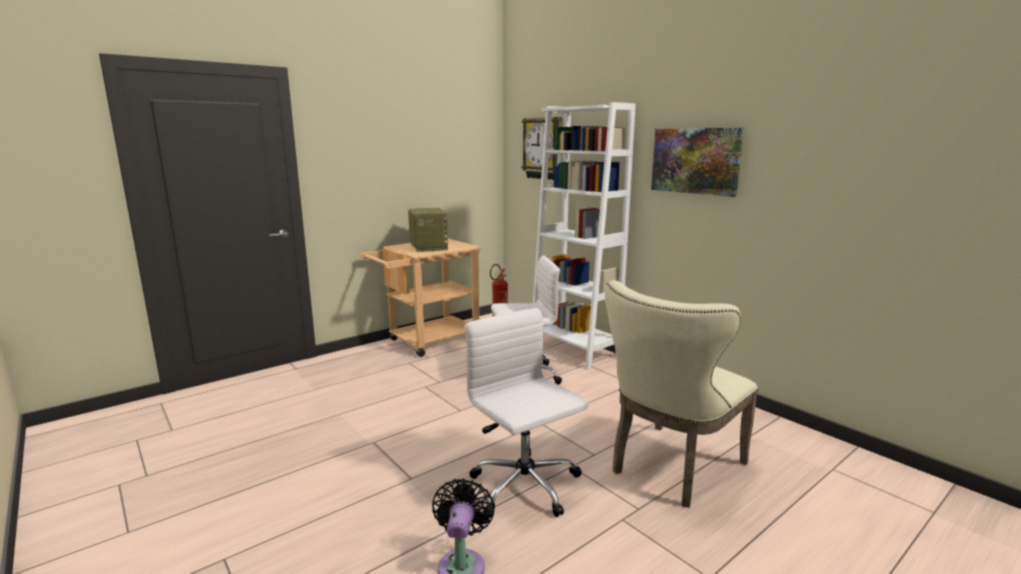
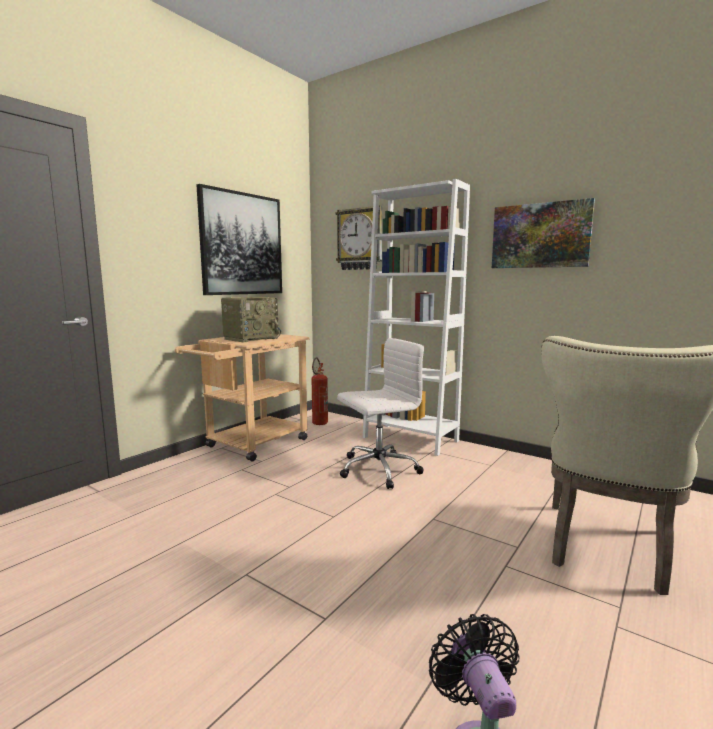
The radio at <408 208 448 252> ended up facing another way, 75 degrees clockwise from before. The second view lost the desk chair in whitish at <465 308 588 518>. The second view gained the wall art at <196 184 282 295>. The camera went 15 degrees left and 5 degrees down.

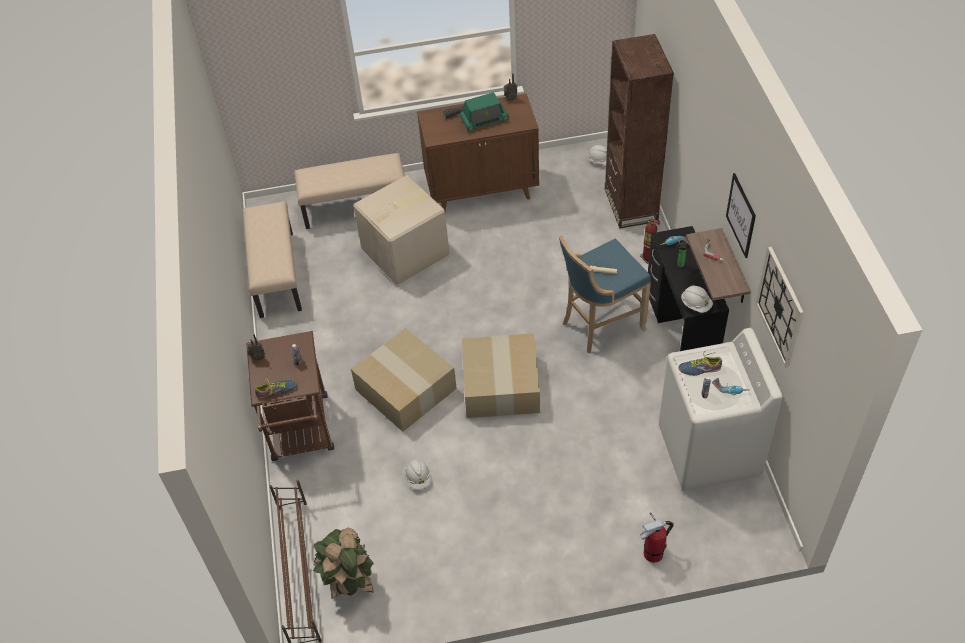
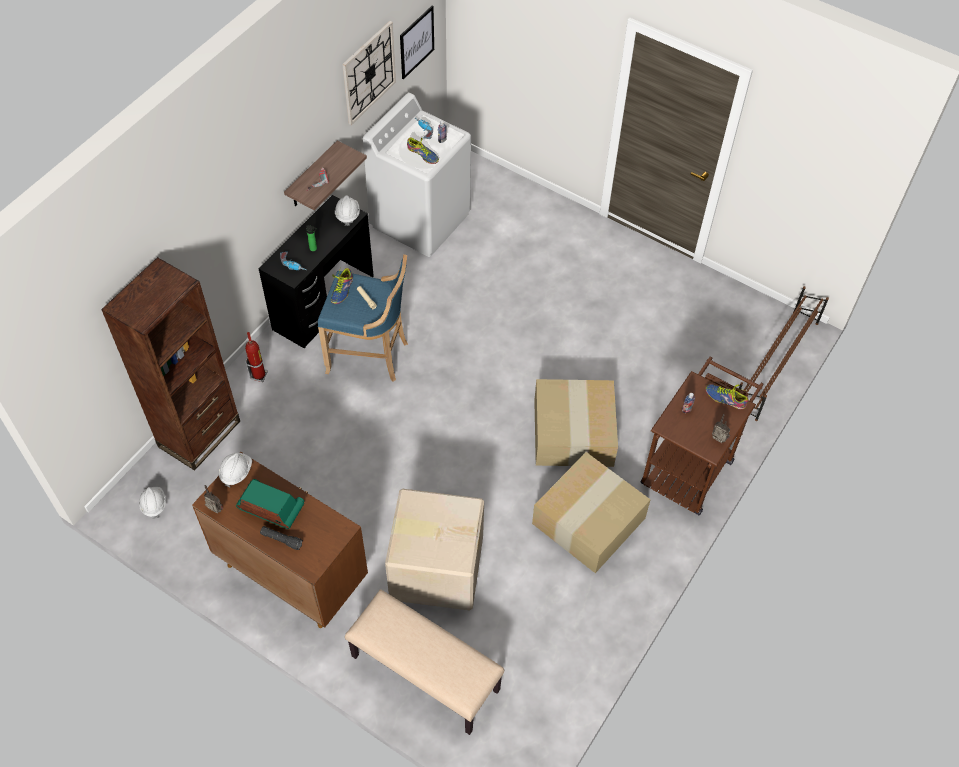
The second view lost the long seat in sand-coloured at <243 201 302 318>. The second view lost the plant in a pot at <313 528 374 599>. The hard hat in whitish ended up elsewhere, having gone from <405 459 431 489> to <219 452 252 487>. The packing box ended up elsewhere, having gone from <462 333 540 418> to <532 452 651 573>. The second view lost the extinguisher at <640 512 674 563>. The wall art ended up elsewhere, having gone from <726 173 756 258> to <400 6 434 80>. The second view gained the low shoe at <331 268 353 304>. The camera went 140 degrees left and 5 degrees up.

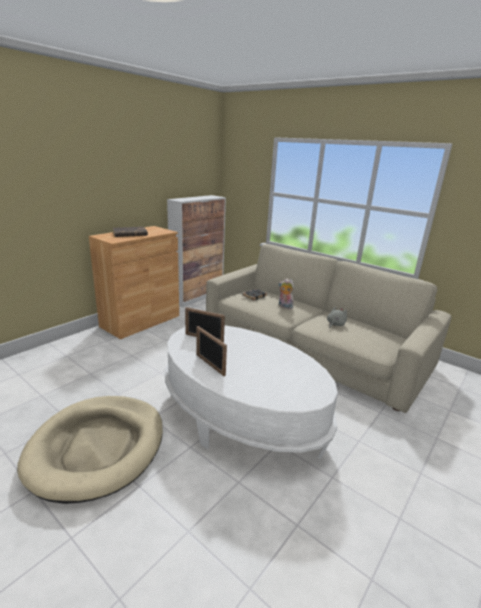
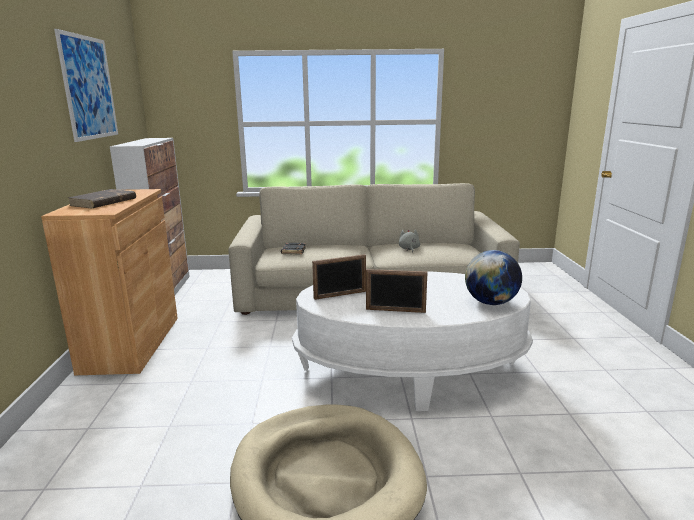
The second view lost the soft toy at <278 278 294 309>. The second view gained the wall art at <54 29 118 142>. The second view gained the desk globe at <465 250 522 305>. The camera went 40 degrees left and 5 degrees down.

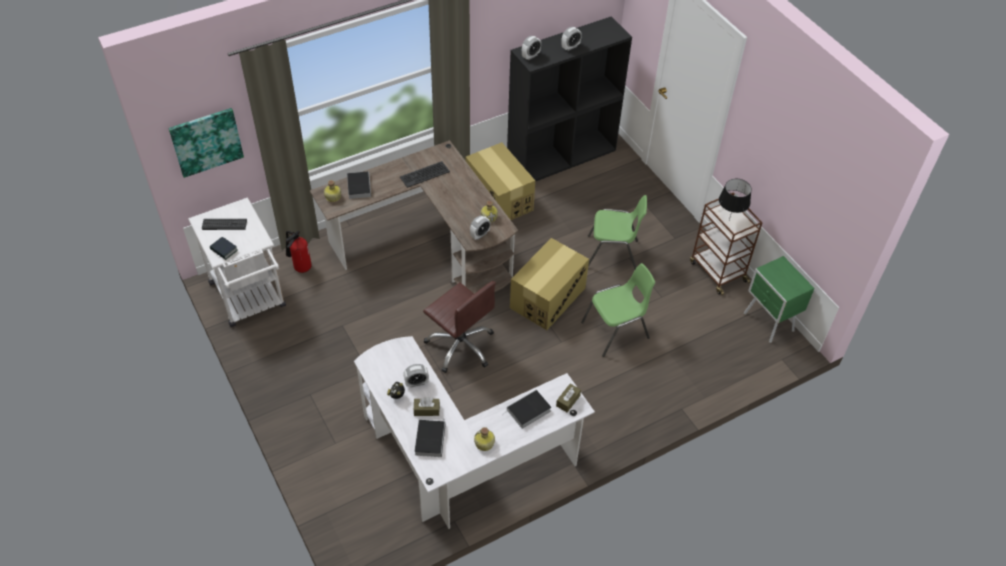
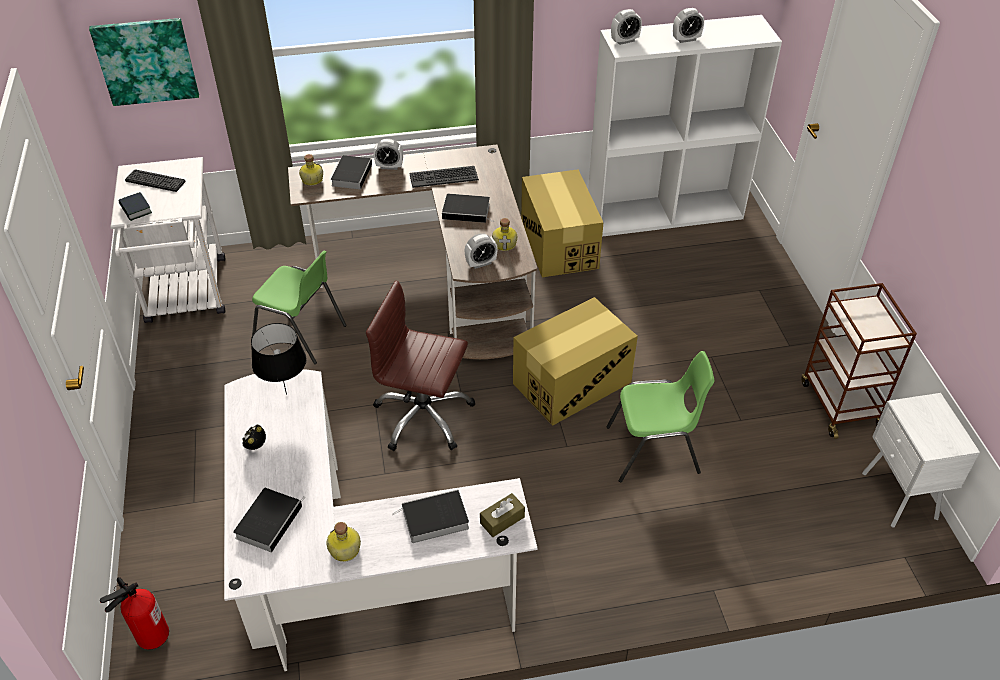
The extinguisher ended up elsewhere, having gone from <286 231 312 273> to <100 577 169 650>. The table clock ended up elsewhere, having gone from <403 364 429 387> to <374 138 403 170>. The second view lost the tissue holder in brownish at <414 397 440 416>. The desk chair in brownish at <423 281 496 373> ended up facing another way, 135 degrees clockwise from before. What was the bookcase in black at <507 16 632 182> turned into the bookcase in whitish at <588 15 782 237>. The plain chair in greenish ended up elsewhere, having gone from <588 195 647 269> to <252 250 347 364>. The table lamp in black ended up elsewhere, having gone from <719 179 751 220> to <251 323 307 395>. What was the bedside table in greenish at <744 256 815 343> turned into the bedside table in whitish at <862 393 980 527>. The second view gained the book at <442 194 493 223>. The camera went 20 degrees right and 5 degrees down.

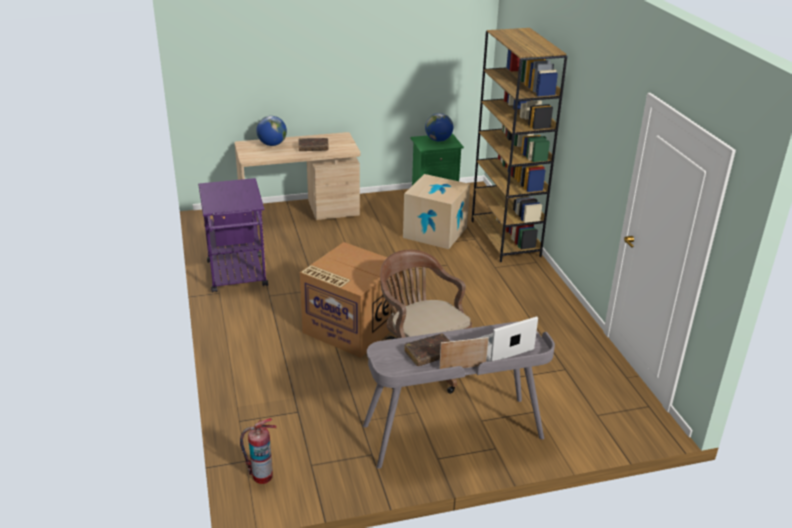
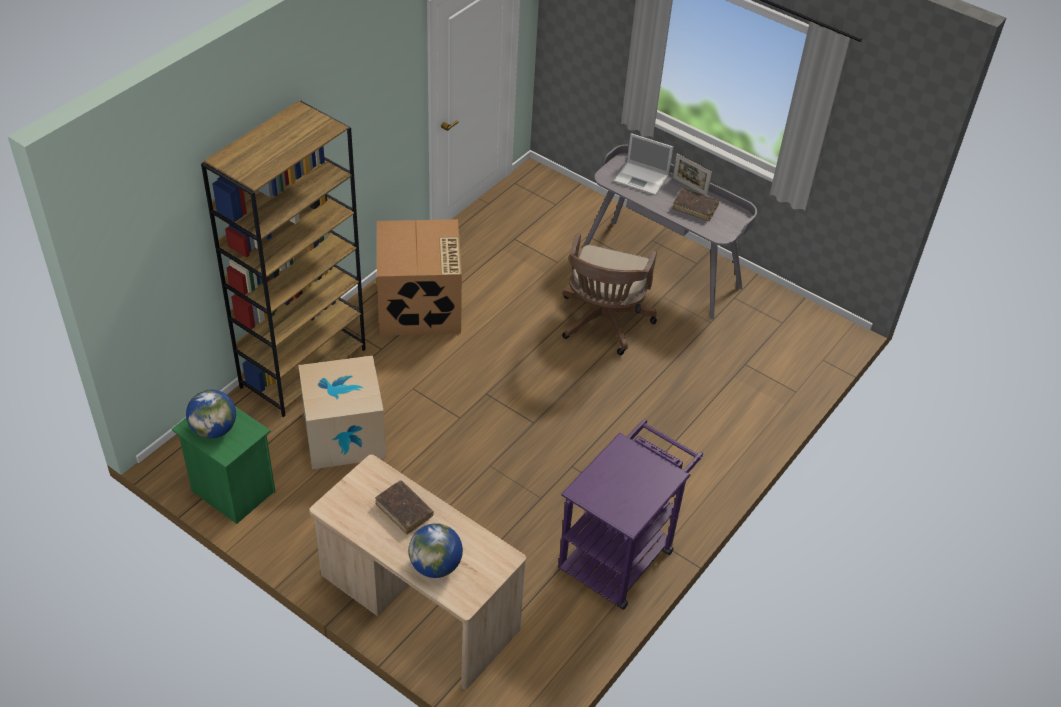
The second view lost the extinguisher at <240 418 277 484>. The packing box ended up elsewhere, having gone from <300 242 403 358> to <377 219 462 336>. The camera went 130 degrees left and 15 degrees up.

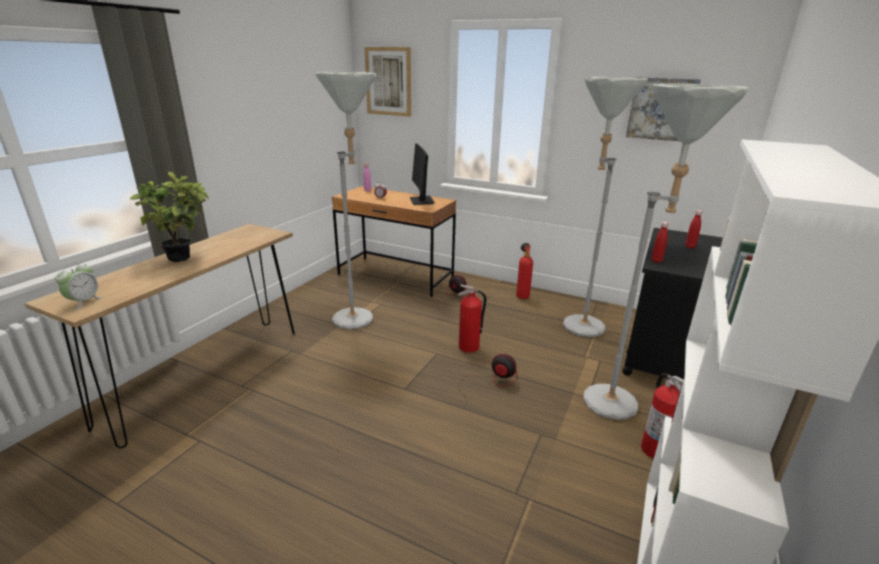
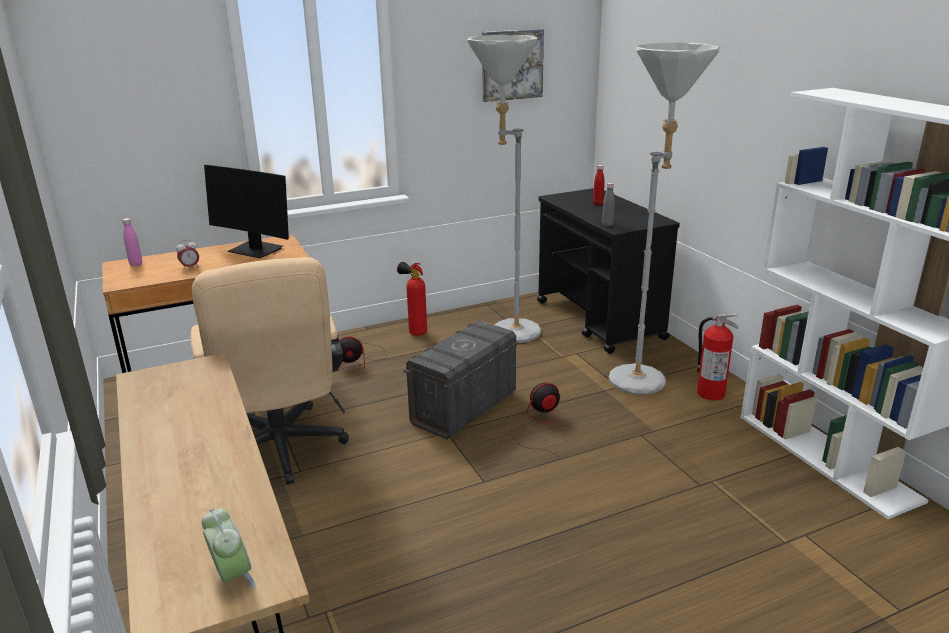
The second view lost the plant in a pot at <130 172 209 262>. Where the floor lamp in greyish stood at <316 72 376 329>, the desk chair in sand-coloured came to stand at <190 257 349 485>. The second view lost the wall art at <364 47 411 117>. Where the extinguisher stood at <458 284 486 353>, the storage container in greyish came to stand at <404 321 519 440>. What was the drink bottle in red at <651 222 669 263> turned into the drink bottle in greyish at <602 183 615 226>. The camera went 50 degrees left and 0 degrees up.

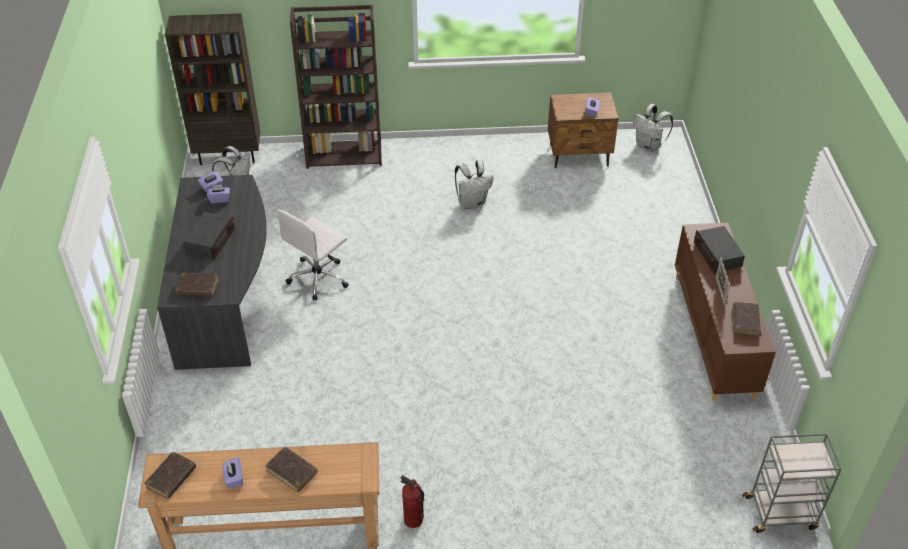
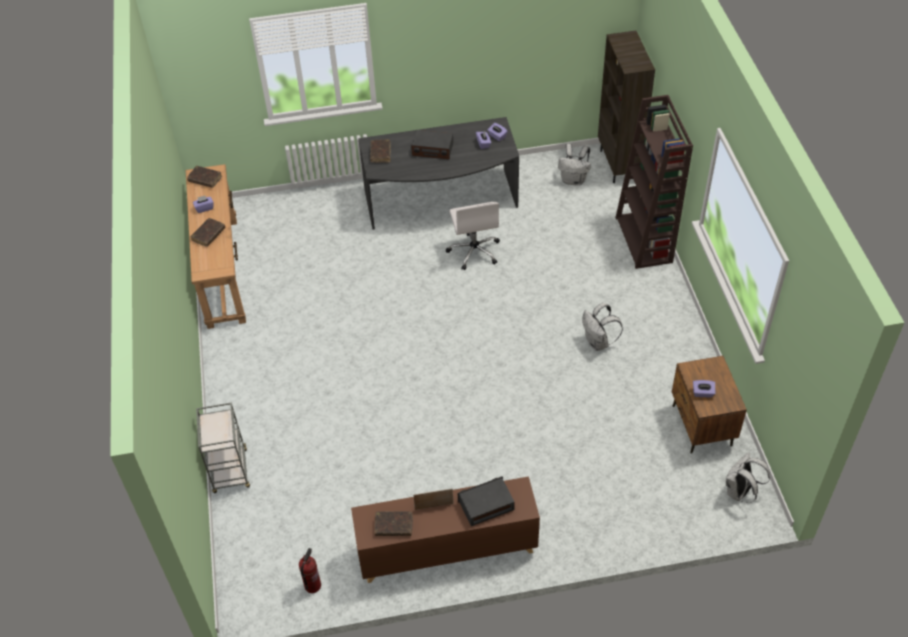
The desk chair in whitish at <276 209 349 301> ended up facing another way, 135 degrees counterclockwise from before. The extinguisher ended up elsewhere, having gone from <400 475 424 528> to <299 548 321 593>. The wheeled cart in greyish ended up elsewhere, having gone from <742 433 842 533> to <196 403 250 493>. The camera went 85 degrees right and 5 degrees up.

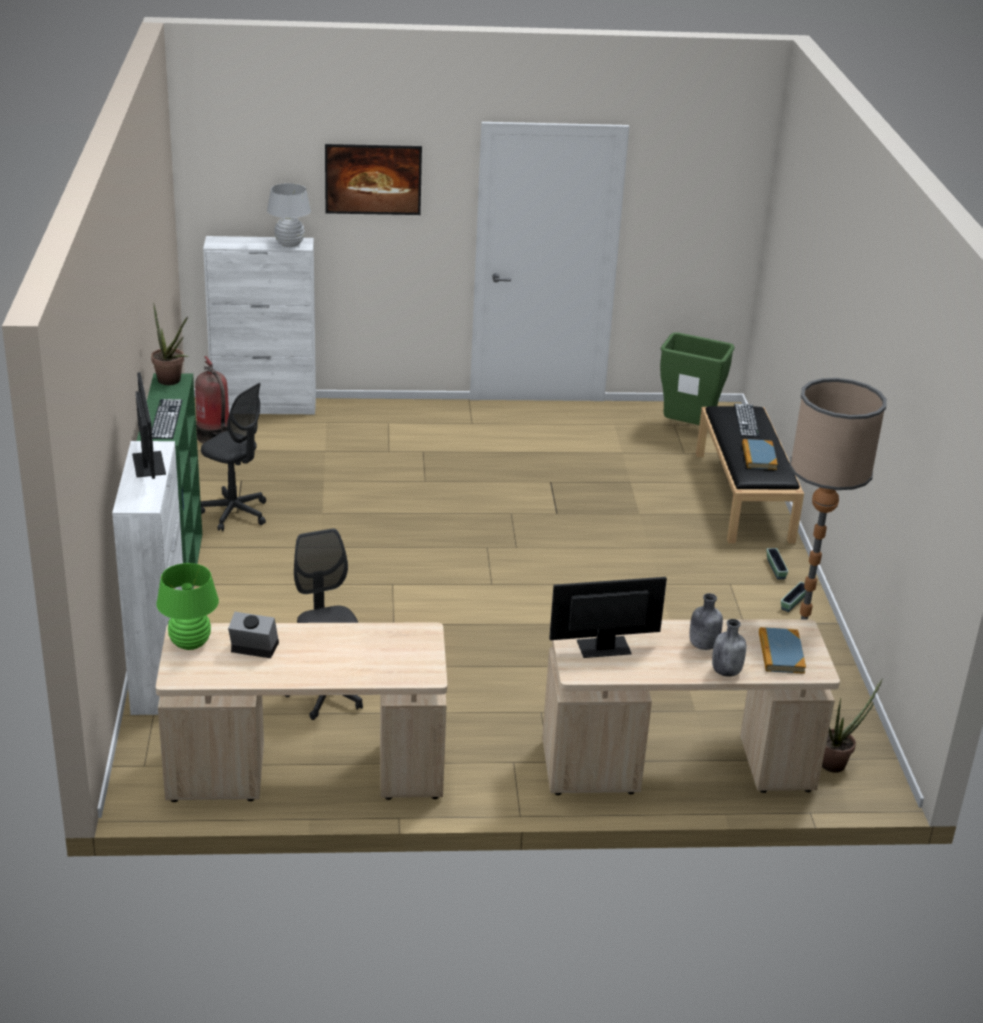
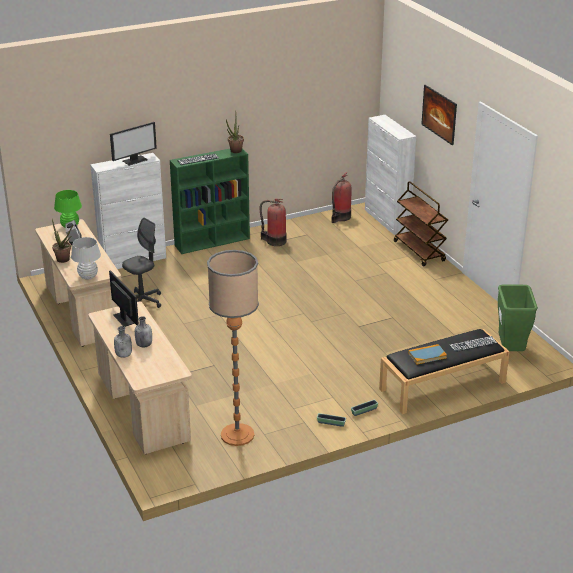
Where the desk chair in greyish stood at <201 383 266 531>, the extinguisher came to stand at <260 199 286 246>. The table lamp in whitish ended up elsewhere, having gone from <267 183 311 247> to <71 237 101 280>. The second view lost the book at <759 627 806 674>. The plant in a pot ended up elsewhere, having gone from <822 678 883 773> to <52 219 74 263>. The second view gained the wheeled cart in brownish at <394 181 448 266>. The camera went 70 degrees right and 0 degrees up.

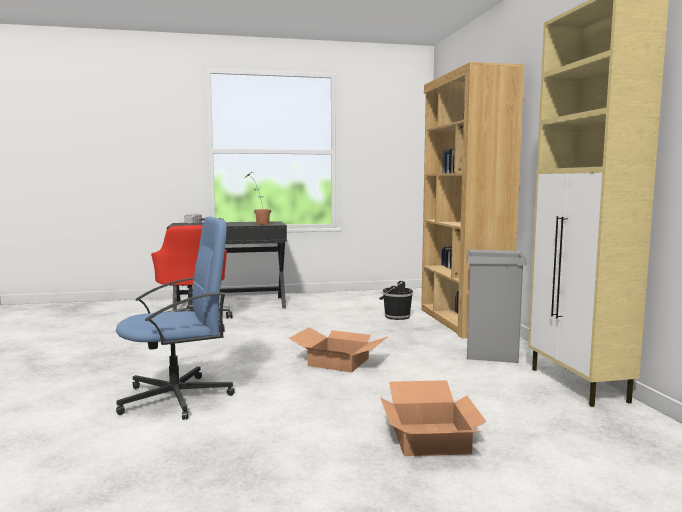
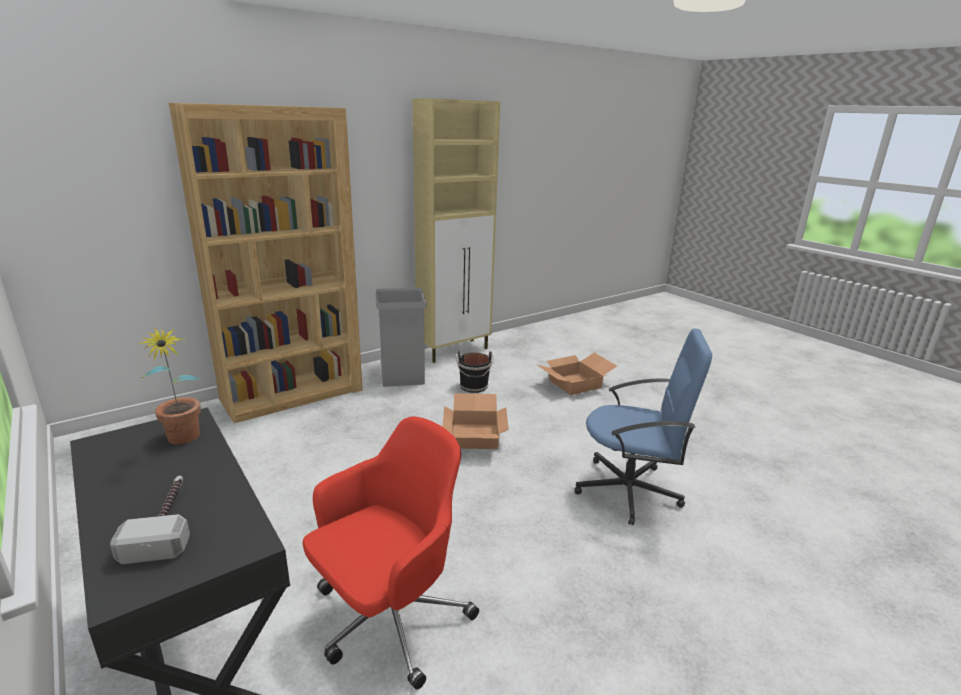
The desk chair in bluish at <116 216 235 420> ended up facing another way, 150 degrees clockwise from before. The water bucket in black ended up elsewhere, having gone from <379 281 413 320> to <456 352 494 393>. The camera went 115 degrees left and 15 degrees up.

